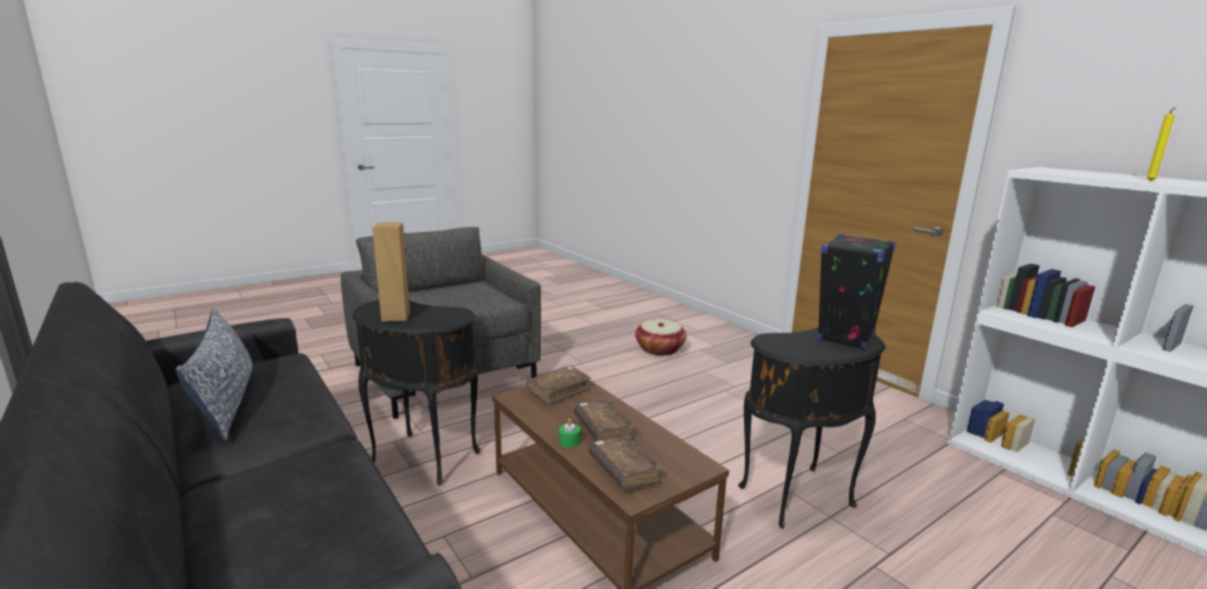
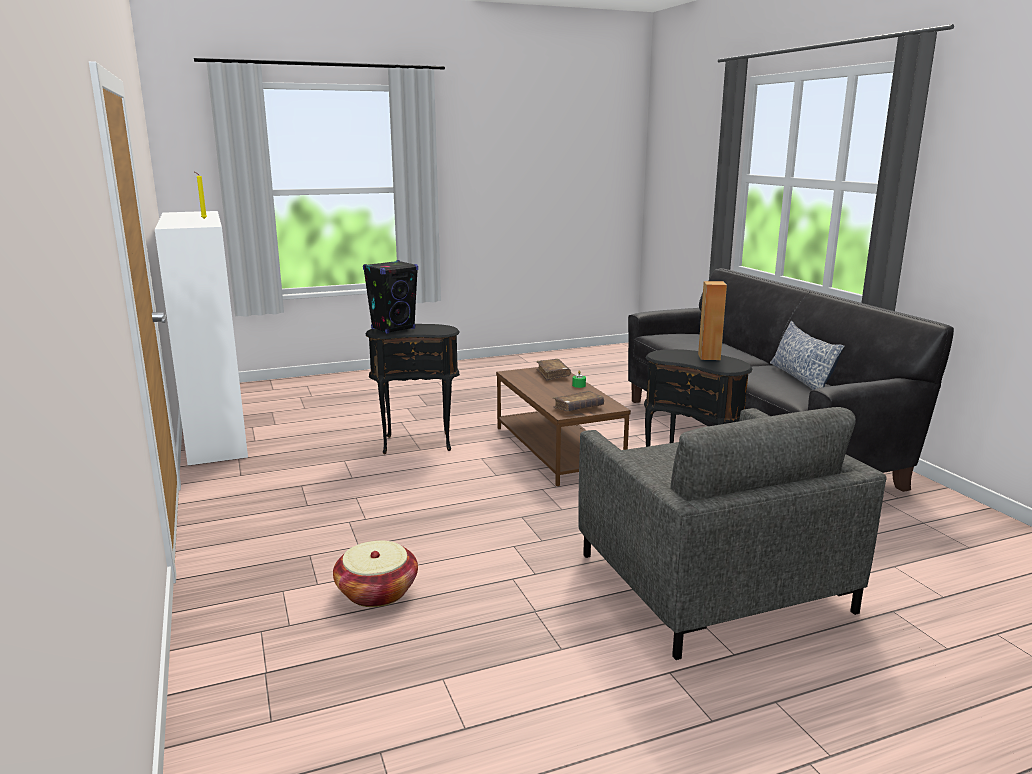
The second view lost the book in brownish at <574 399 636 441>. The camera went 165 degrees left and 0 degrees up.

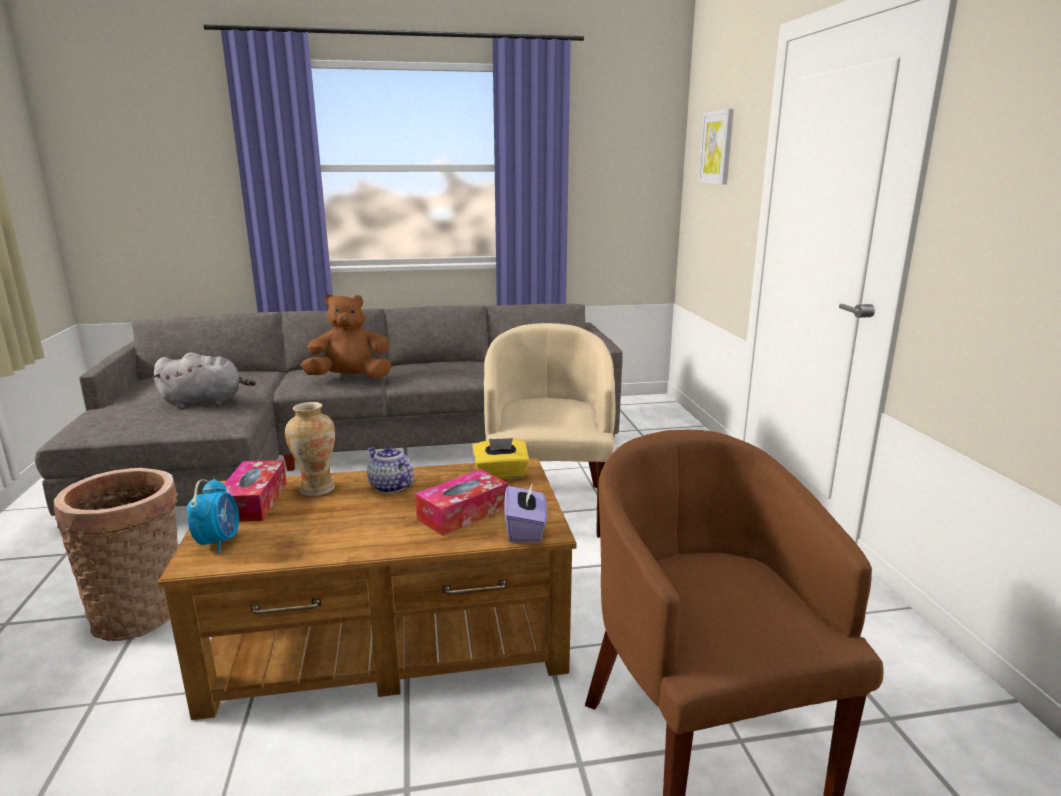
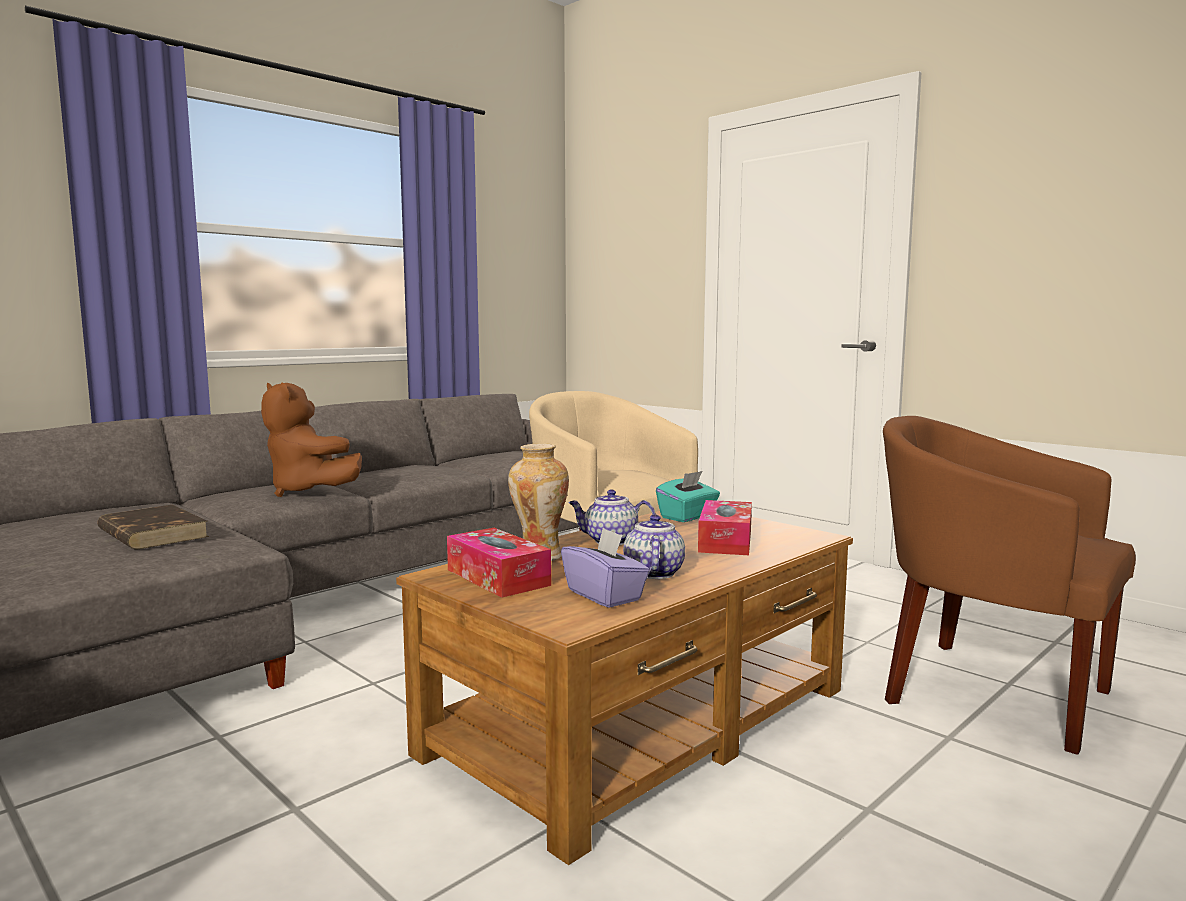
The second view lost the basket at <54 468 178 641>. Where the soft toy in greyish stood at <153 352 256 409>, the book in brownish came to stand at <97 505 209 549>. The second view lost the table clock at <187 479 239 554>. The soft toy in brownish at <301 294 392 378> ended up facing another way, 90 degrees counterclockwise from before. What was the tissue holder in yellow at <472 438 530 479> turned into the tissue holder in blue-green at <656 471 720 522>. The tissue holder in purple-coloured ended up elsewhere, having gone from <504 481 547 542> to <561 528 650 608>. The second view lost the wall art at <698 109 734 185>. The second view gained the tea pot at <623 514 685 579>. The camera went 35 degrees left and 10 degrees down.

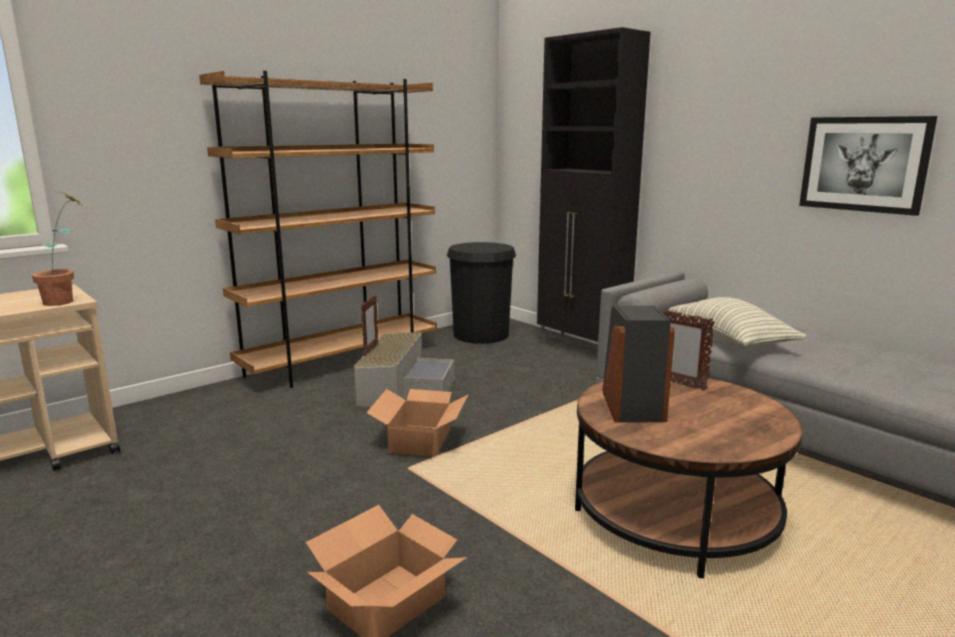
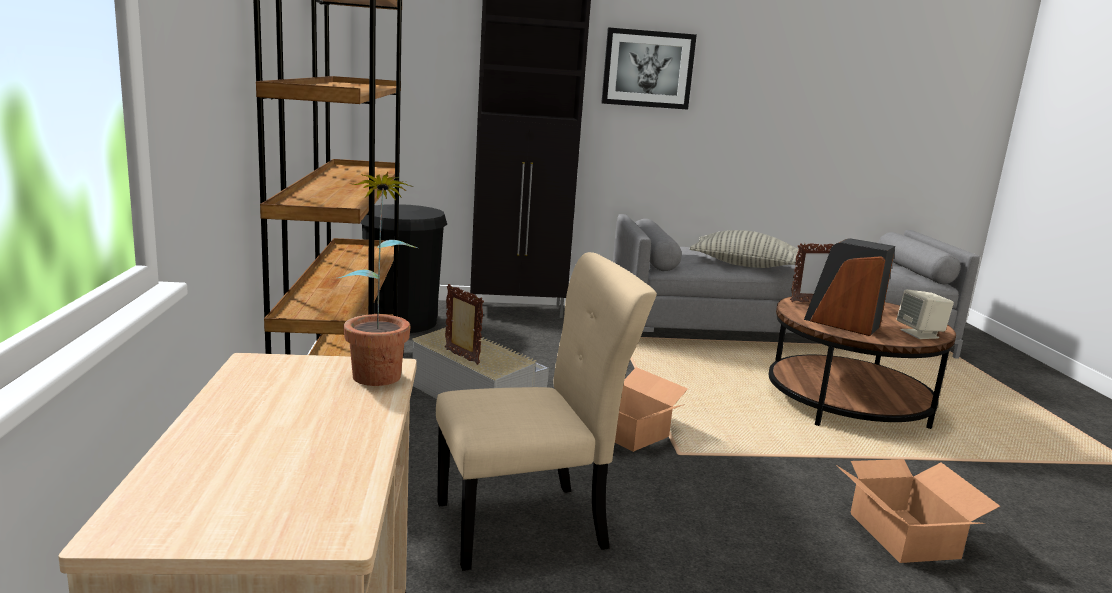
The wall art ended up elsewhere, having gone from <799 116 937 216> to <601 27 697 110>. The second view gained the plain chair in sand-coloured at <436 252 657 571>. The second view gained the speaker in sand-coloured at <897 290 954 339>. The camera went 55 degrees left and 0 degrees up.

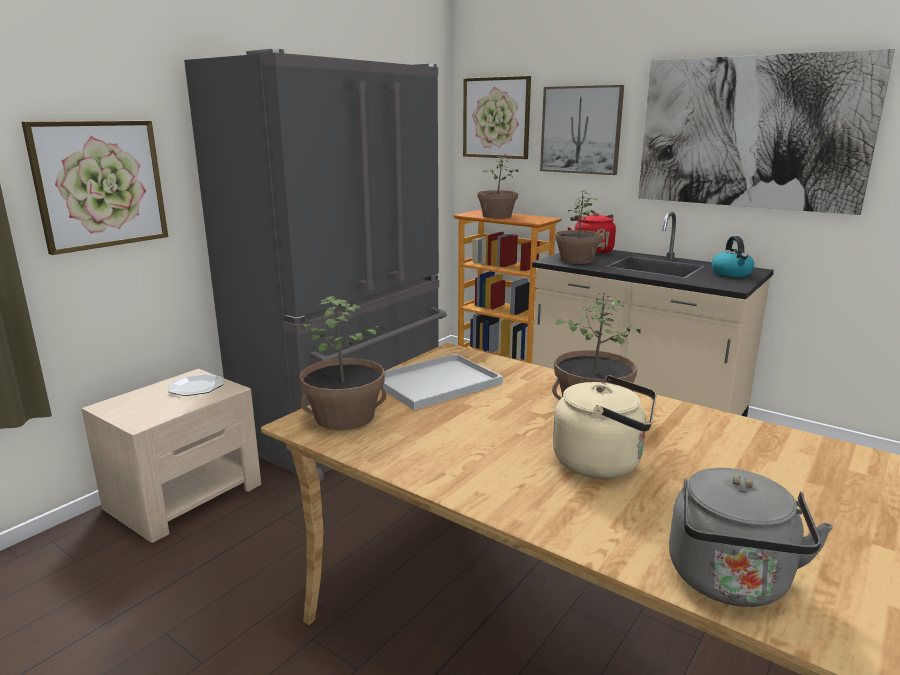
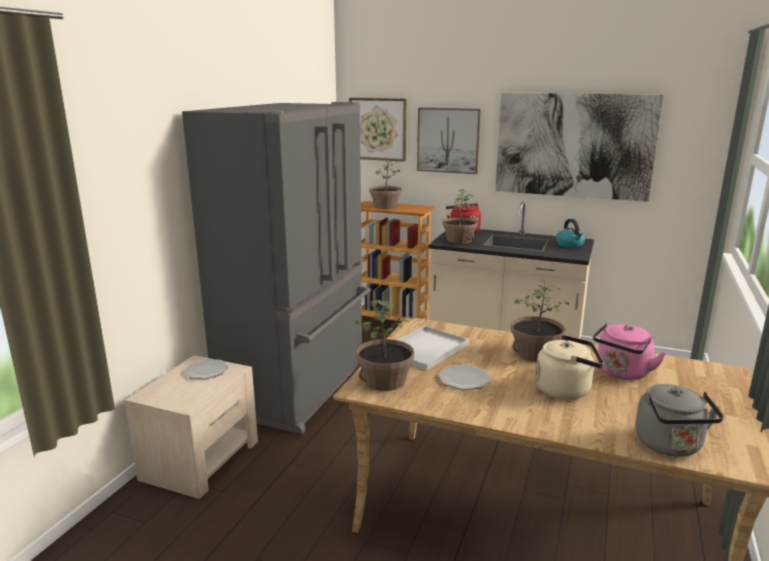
The second view lost the wall art at <22 121 168 255>. The second view gained the flat dish at <437 364 492 390>. The second view gained the water kettle in pink at <593 323 666 380>. The camera went 15 degrees left and 0 degrees up.

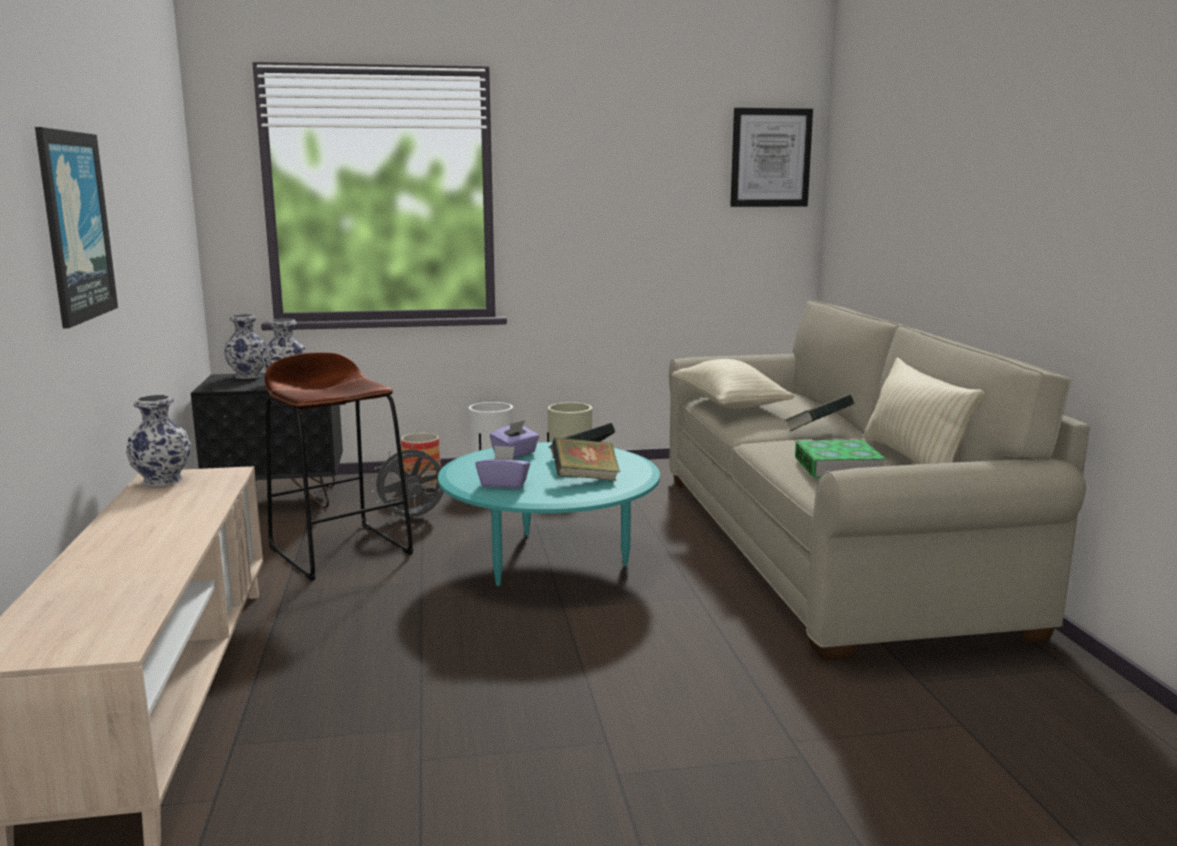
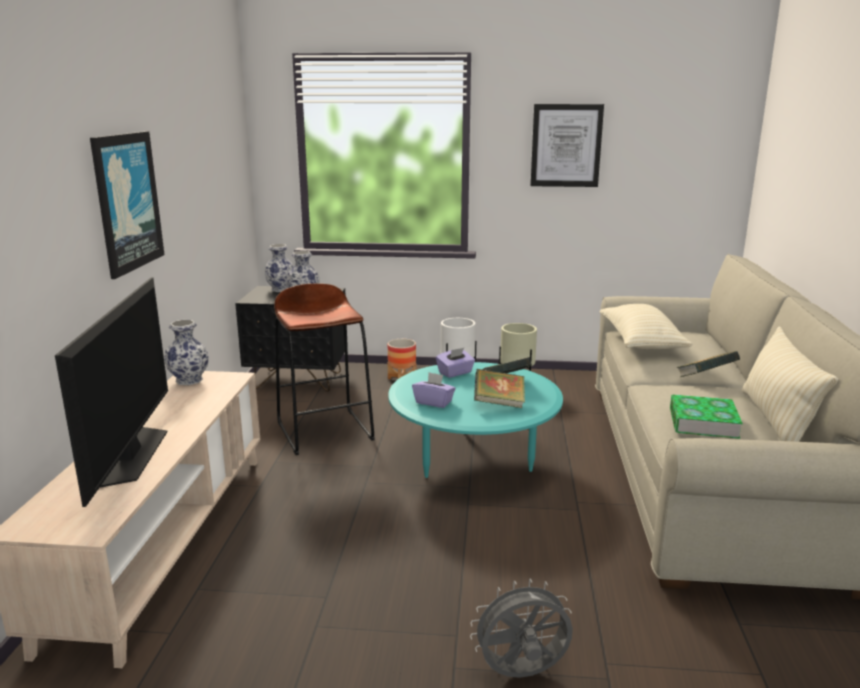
The cooling fan in greyish ended up elsewhere, having gone from <371 444 444 517> to <470 579 573 678>. The wall art ended up elsewhere, having gone from <730 108 813 207> to <530 104 604 187>. The second view gained the television at <55 277 168 507>. The camera went 15 degrees right and 5 degrees up.

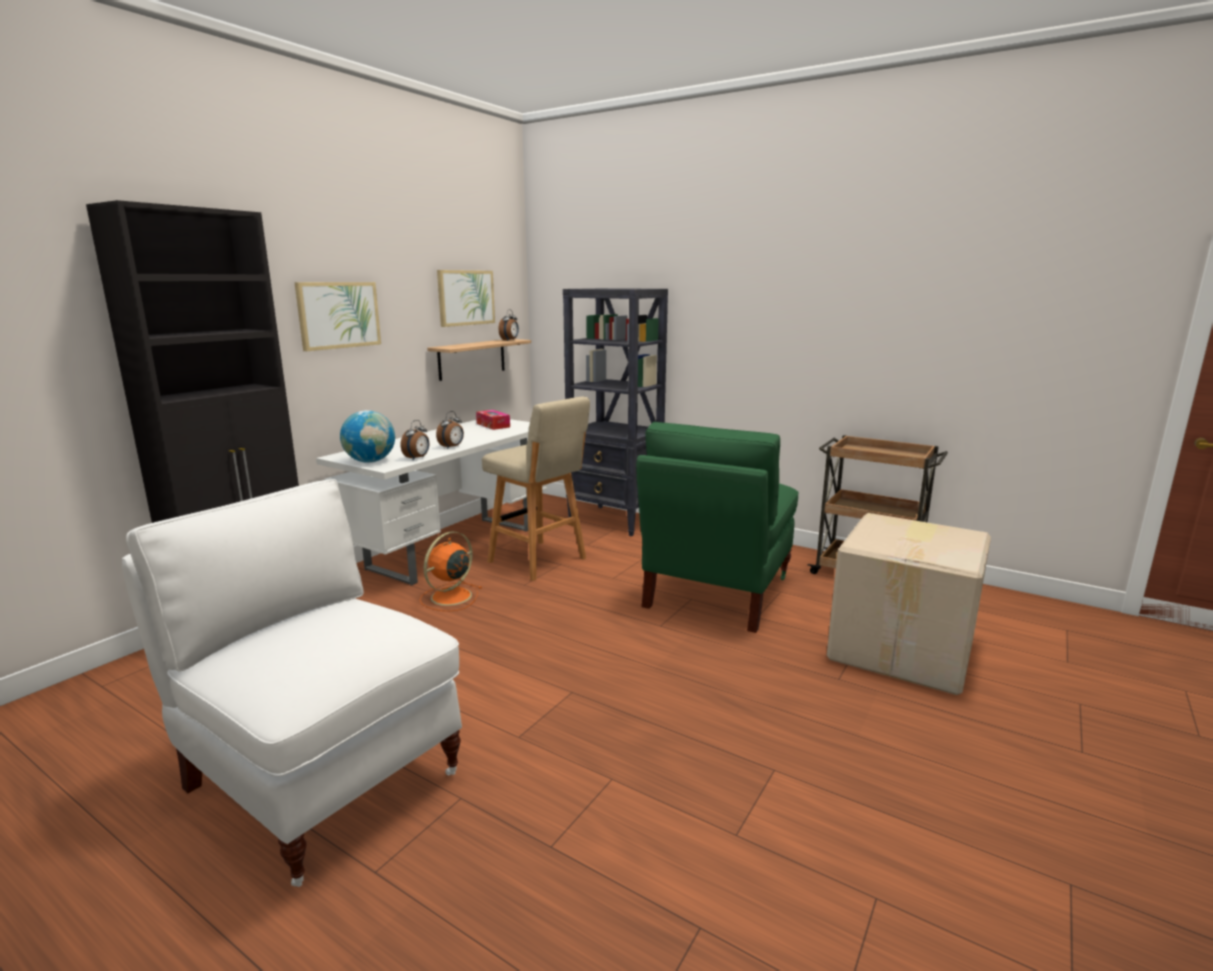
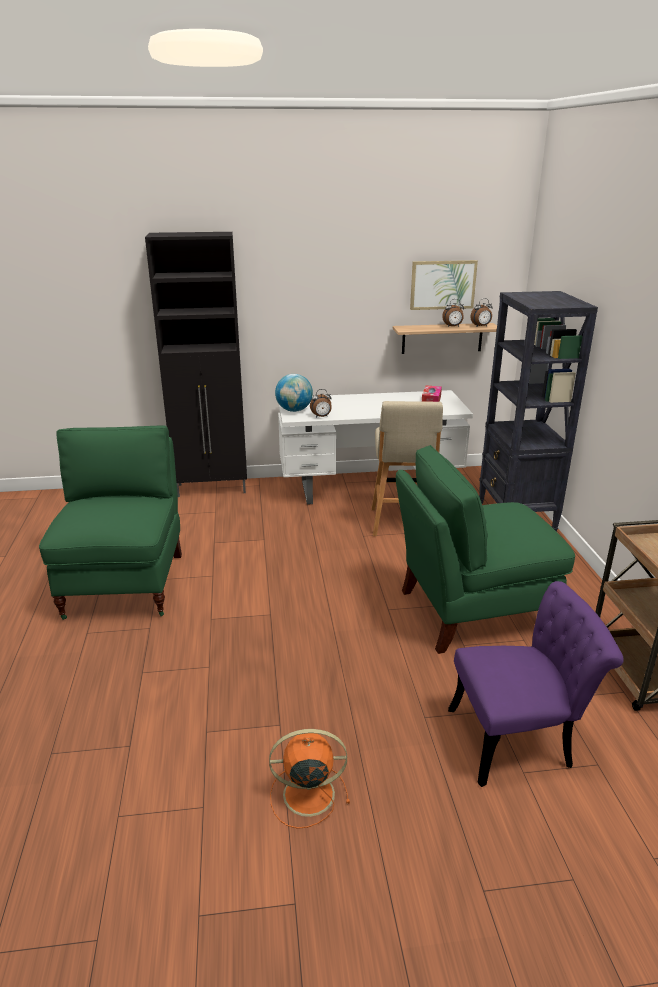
What was the plain chair in whitish at <121 479 462 887> turned into the plain chair in greenish at <39 426 182 620>. The second view lost the wall art at <294 282 381 351>. The cooling fan in orange-coloured ended up elsewhere, having gone from <420 531 482 611> to <269 729 350 829>. The table clock ended up elsewhere, having gone from <436 411 464 449> to <442 299 464 327>. Where the packing box stood at <827 513 991 695>, the plain chair in purple-coloured came to stand at <448 581 624 787>. The camera went 50 degrees right and 10 degrees up.

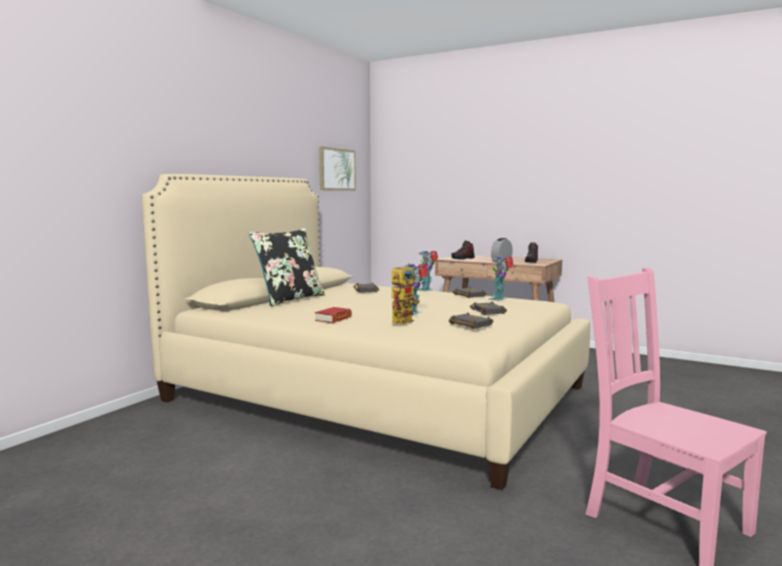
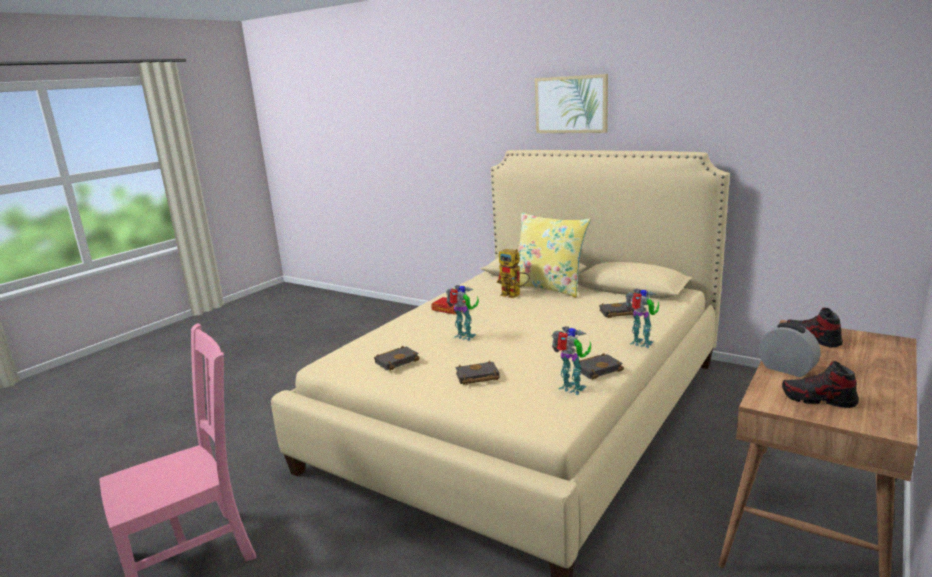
What was the cushion in black at <249 228 325 307> turned into the cushion in yellow at <516 212 591 298>. The wall art ended up elsewhere, having gone from <319 147 356 191> to <535 74 608 133>. The model robot ended up elsewhere, having gone from <392 263 420 325> to <497 249 530 298>. The camera went 95 degrees right and 10 degrees up.

